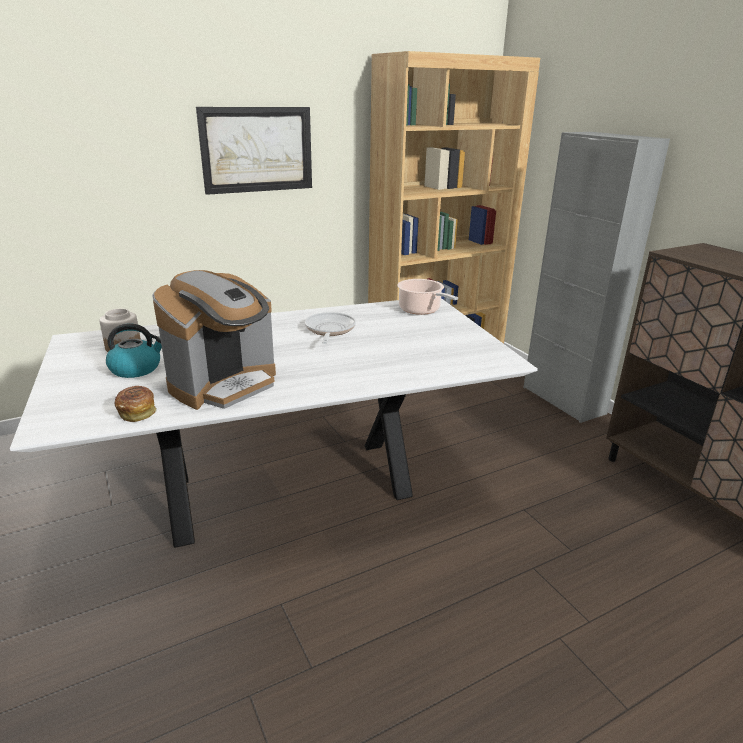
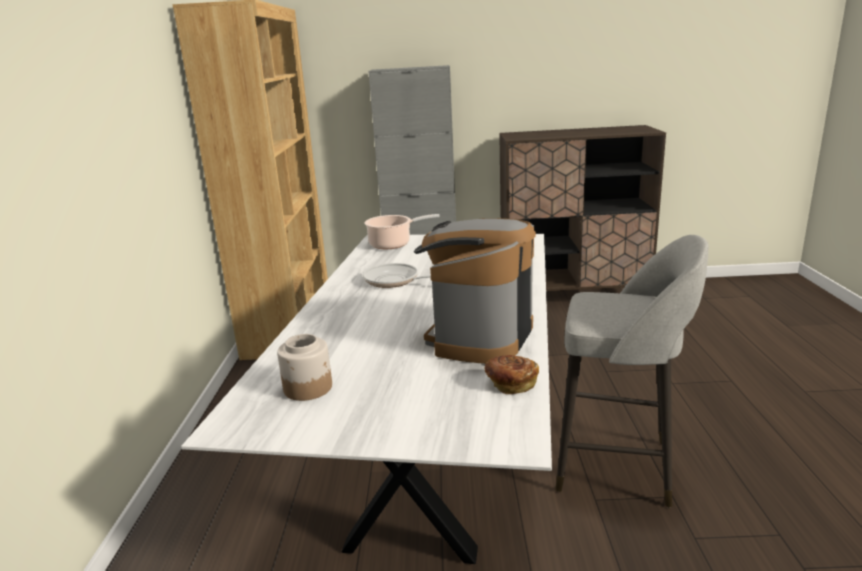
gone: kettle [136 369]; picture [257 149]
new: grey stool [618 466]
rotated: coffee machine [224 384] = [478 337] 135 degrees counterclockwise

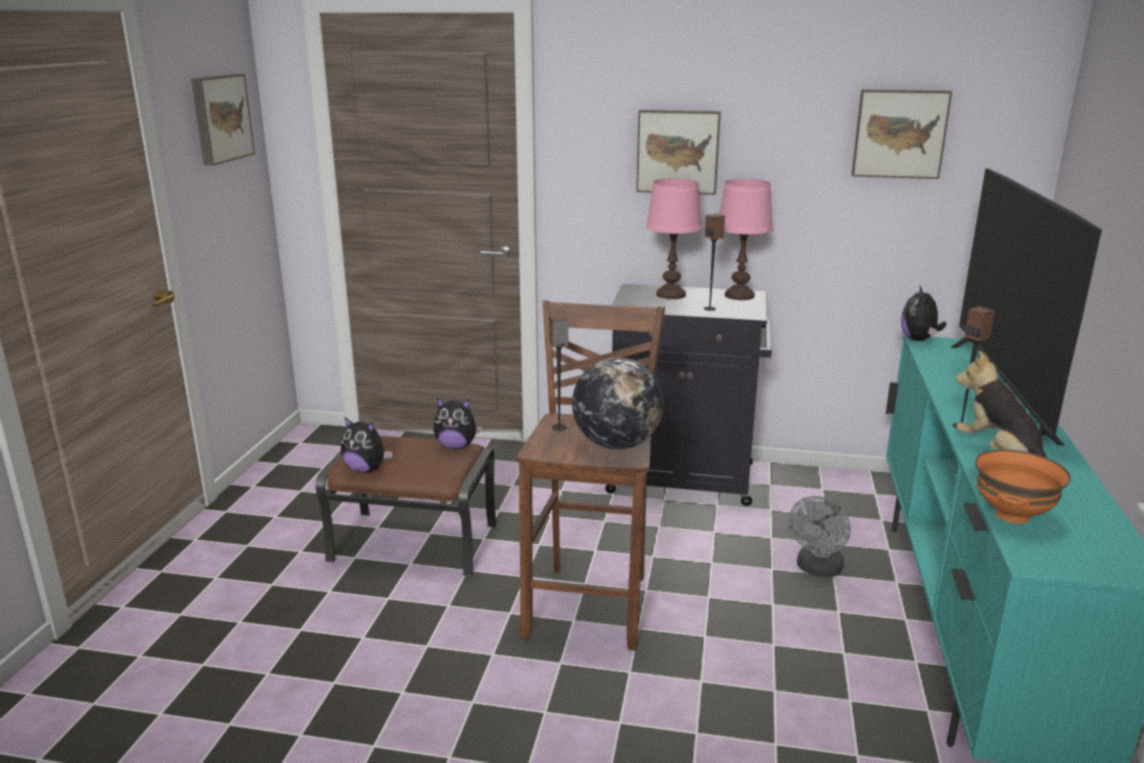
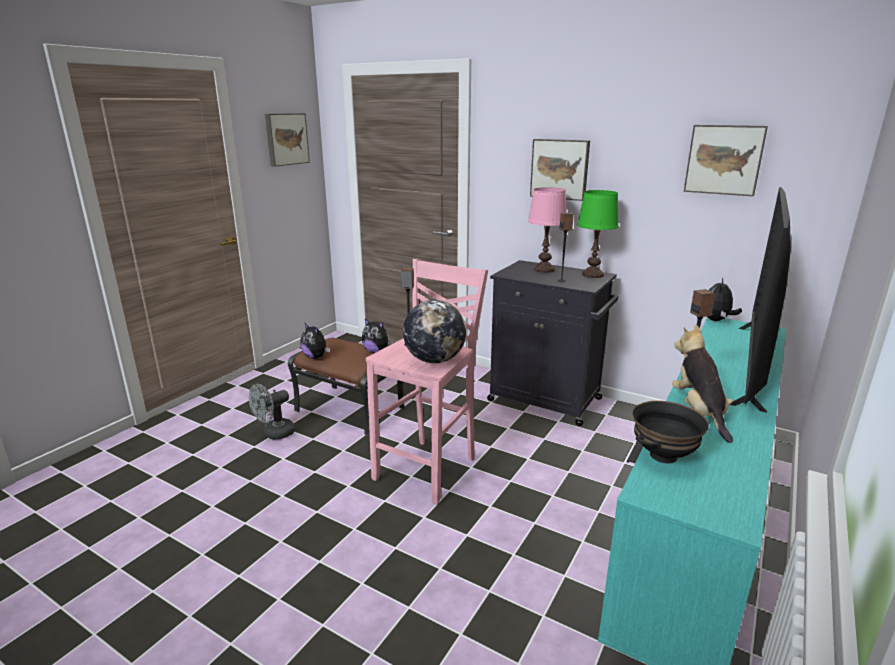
shifted: grey fan [817 569] to [274 434]
repainted: brown stool [591 605] to pink stool [429 469]; pink table lamp [739 296] to green table lamp [592 275]; orange bowl [1011 515] to black bowl [663 455]

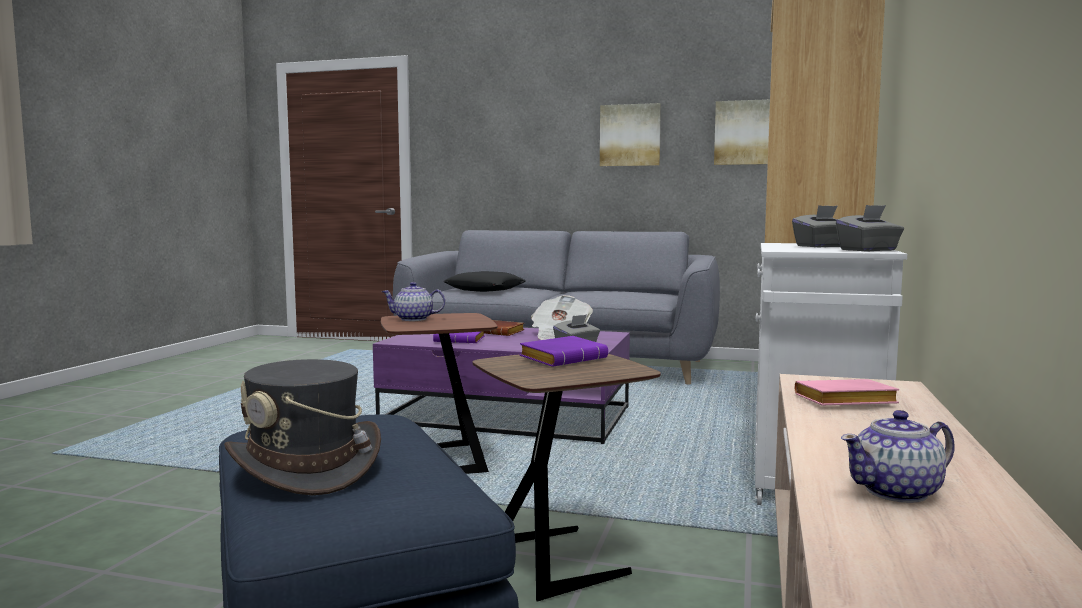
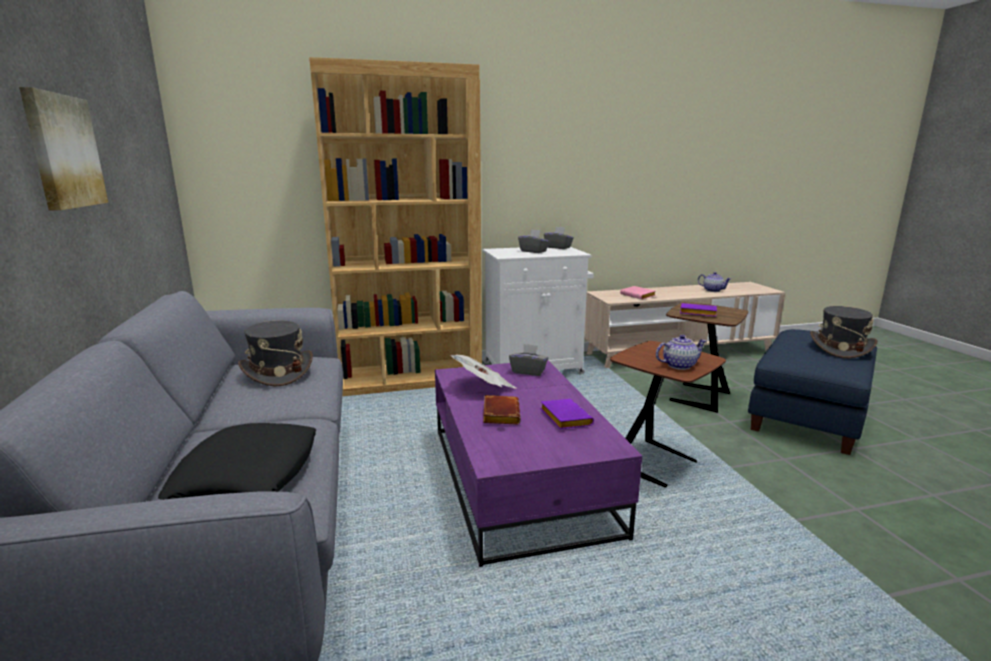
gone: picture [747 132]
new: grey hat [277 372]
rotated: teapot [414 319] = [678 365] 75 degrees counterclockwise

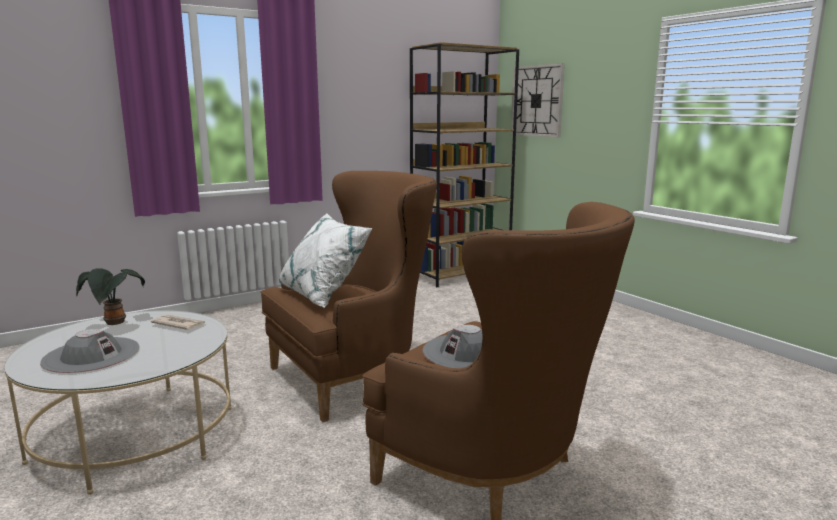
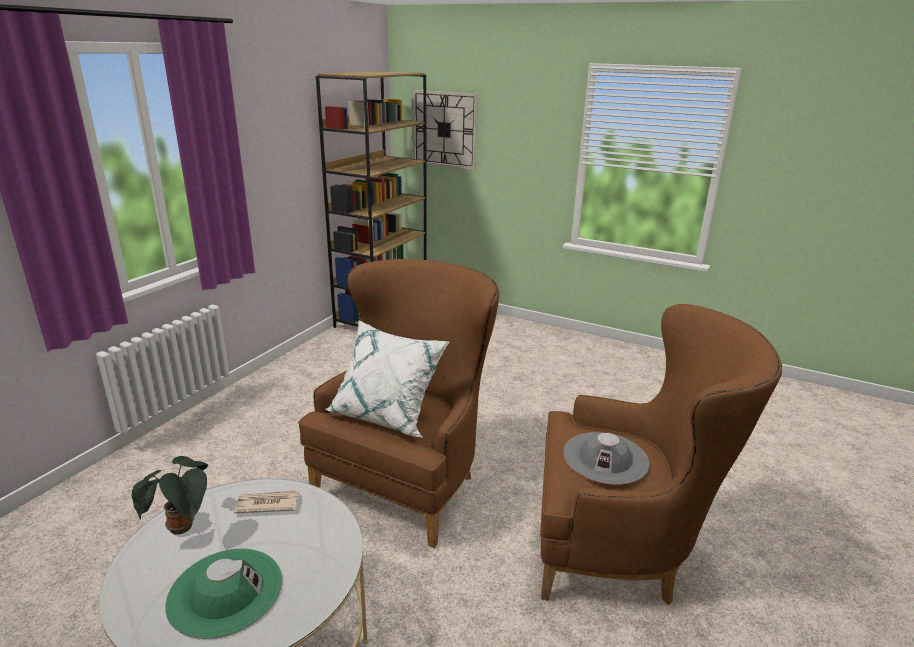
repainted: grey hat [91 355] to green hat [225 591]

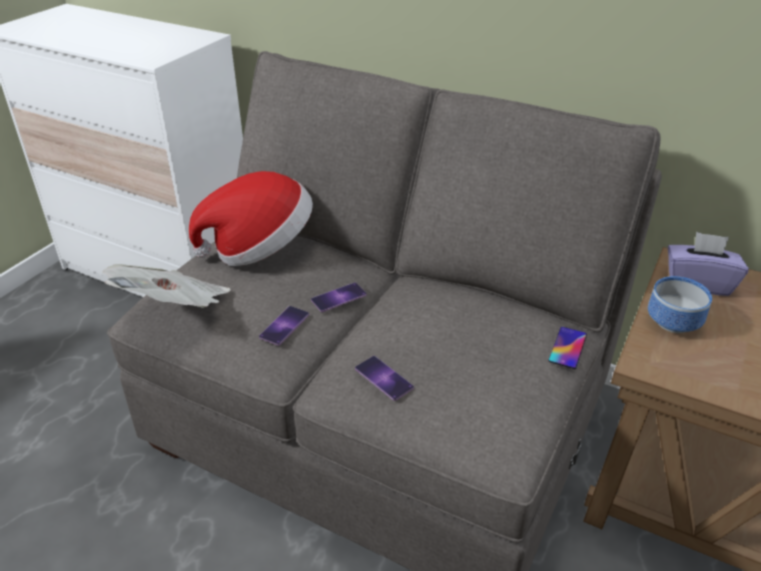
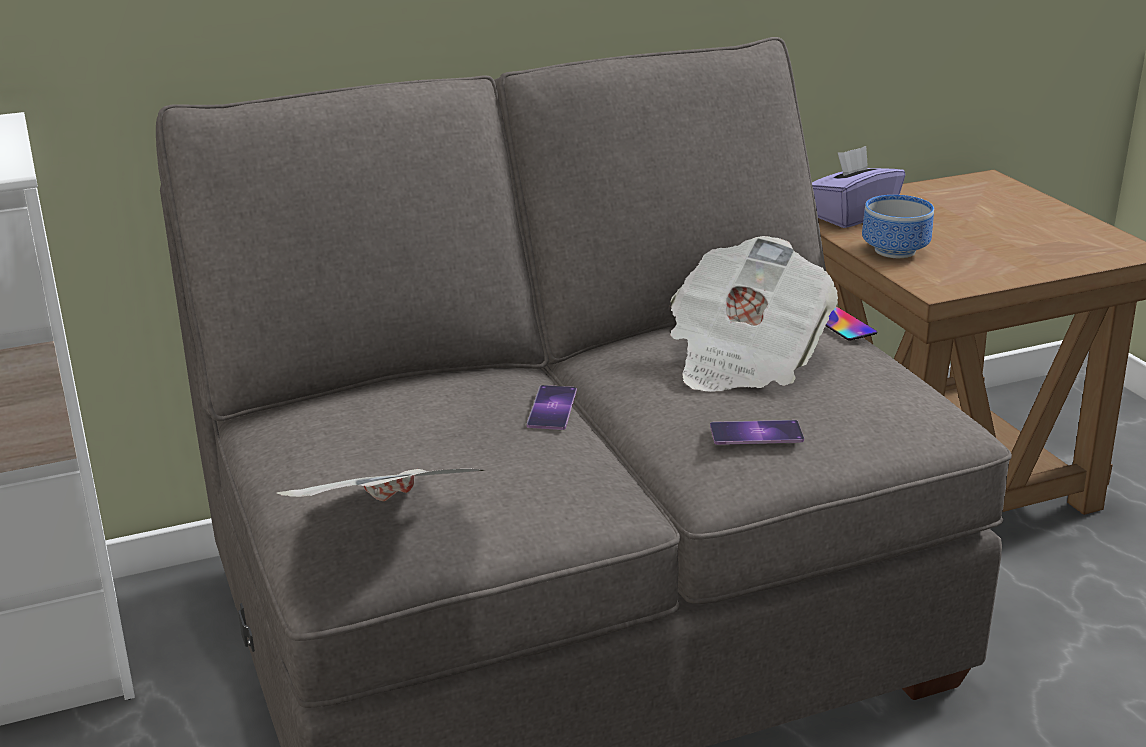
gone: hat [260 248]; phone [284 325]
new: newspaper [744 358]

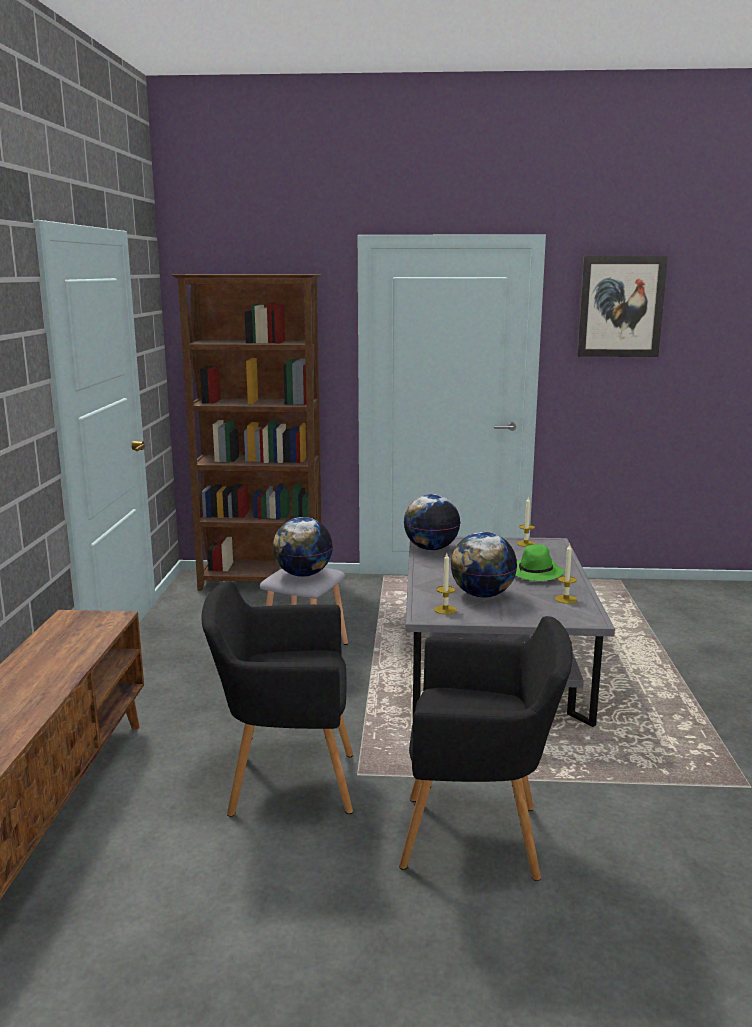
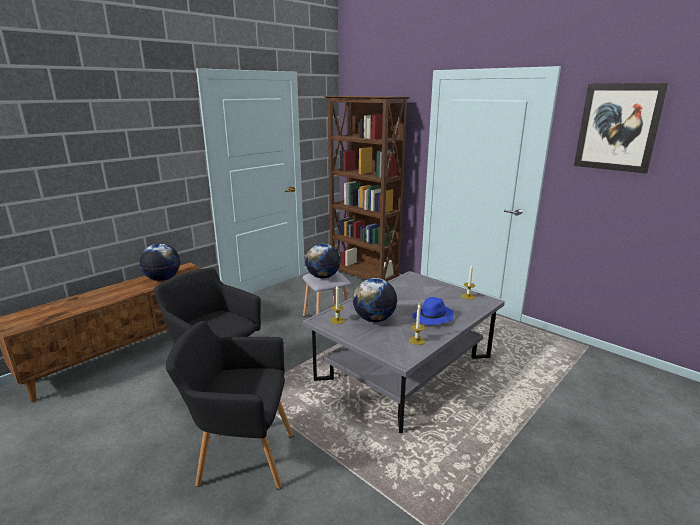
shifted: globe [431 548] to [163 279]
repainted: green hat [536 574] to blue hat [432 318]
rotated: black armchair [479 837] = [241 457] 135 degrees clockwise

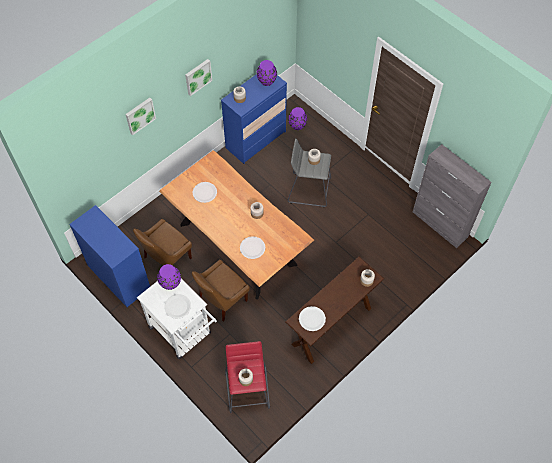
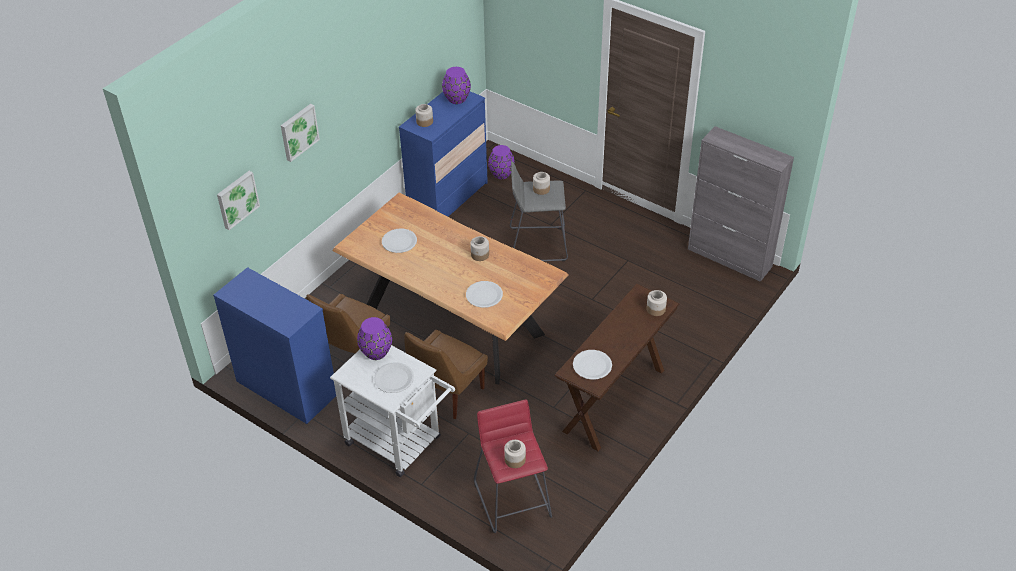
shifted: picture [197 76] to [237 199]

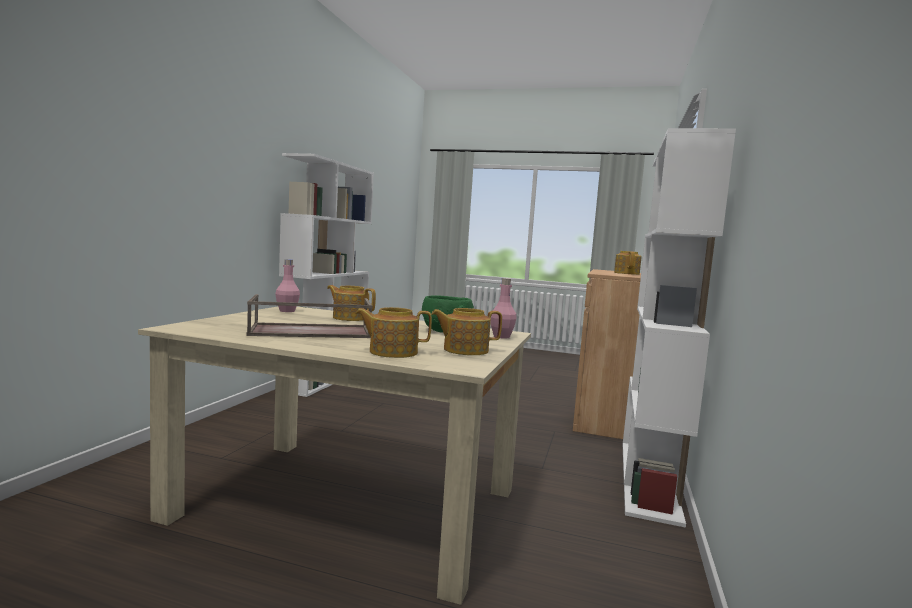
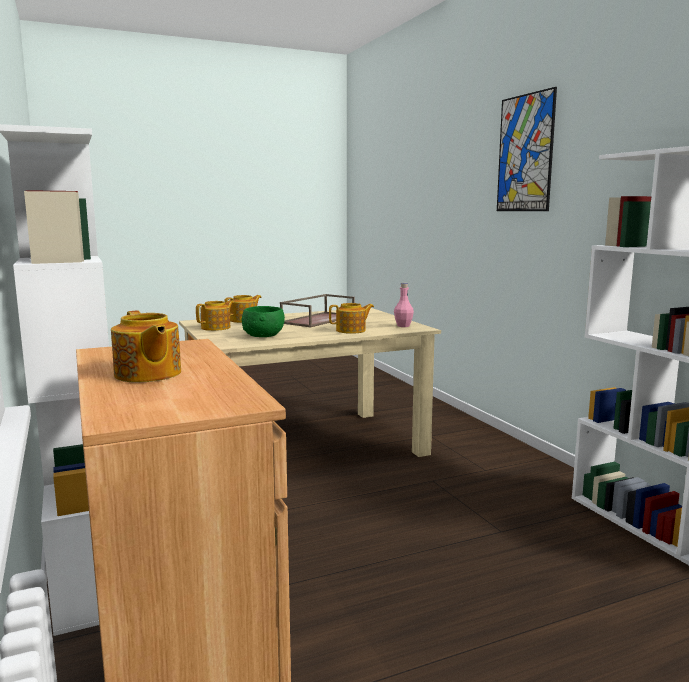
gone: pink bottle [501 336]
new: picture [525 153]

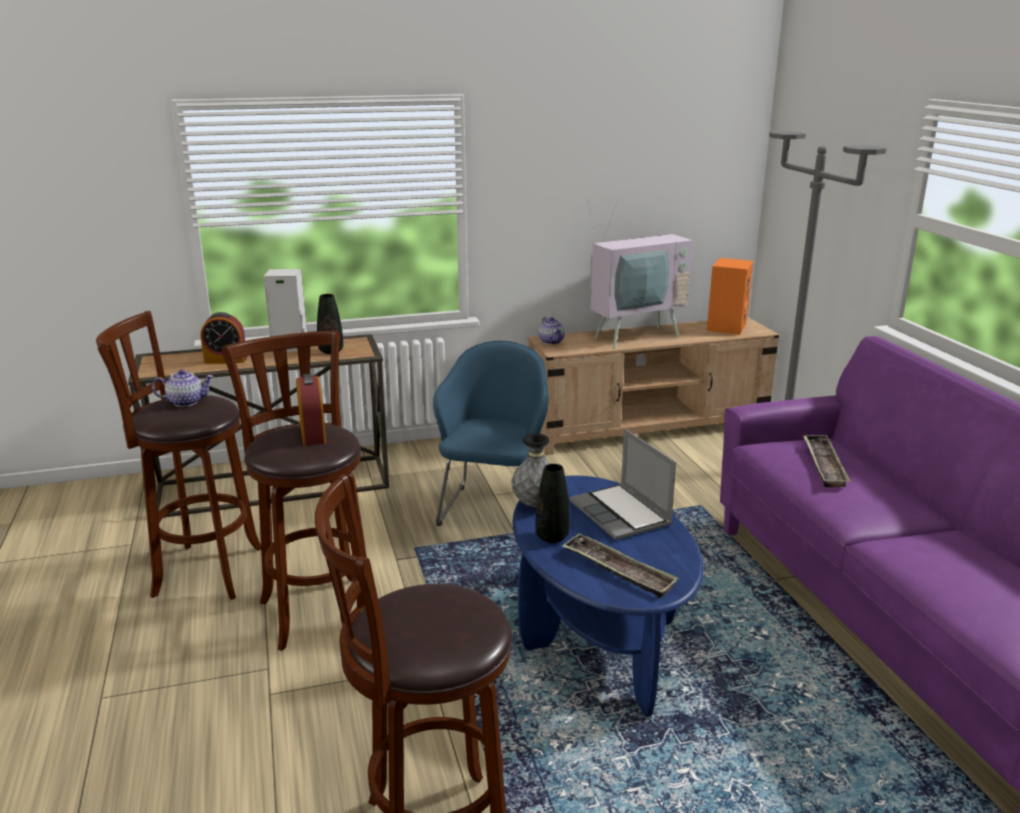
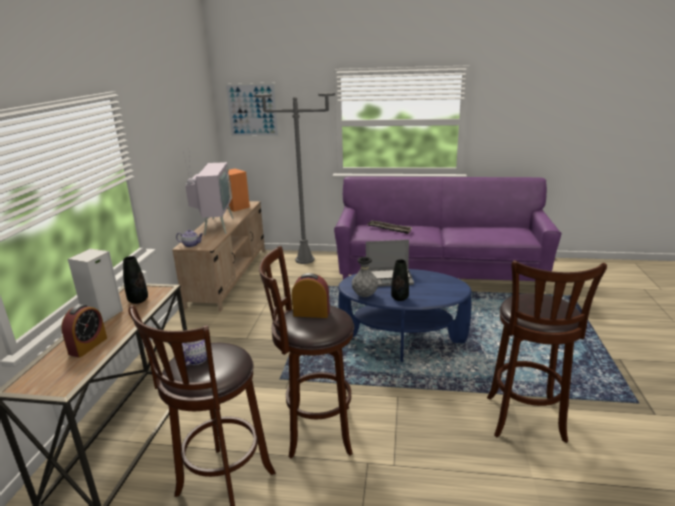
gone: blue armchair [493 506]; tray [618 570]
new: picture [252 110]

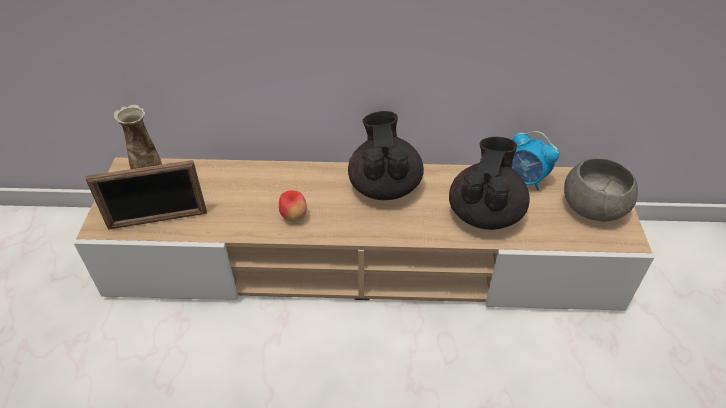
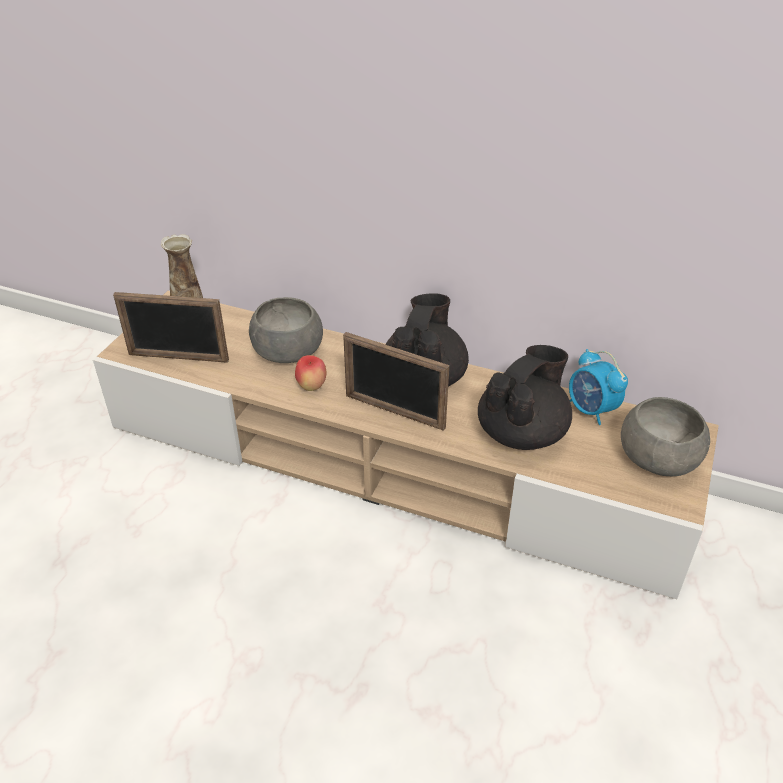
new: grey bowl [287 351]; picture frame [394 412]

